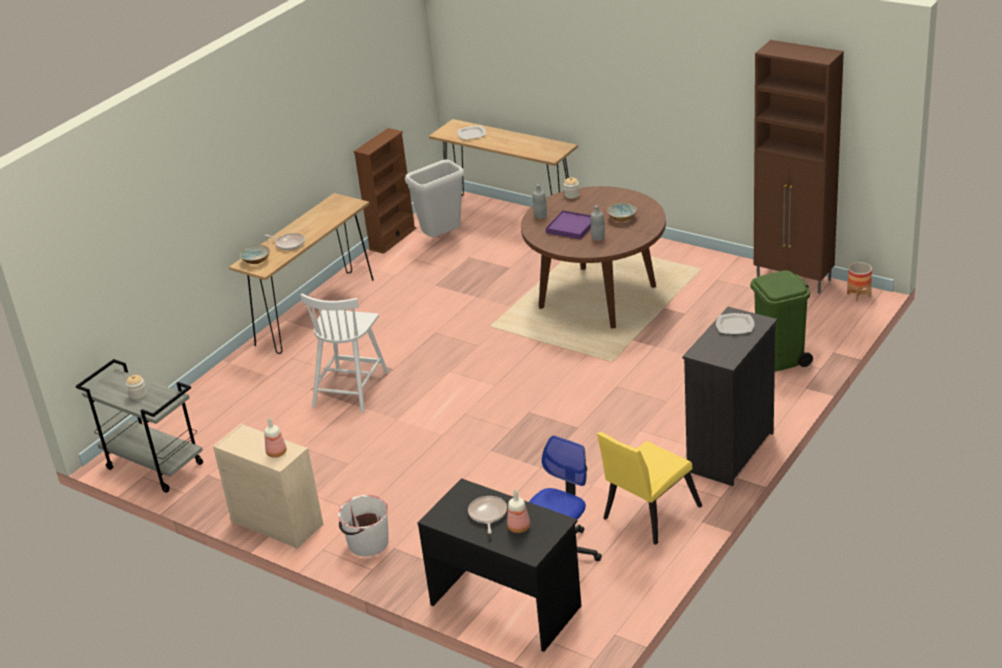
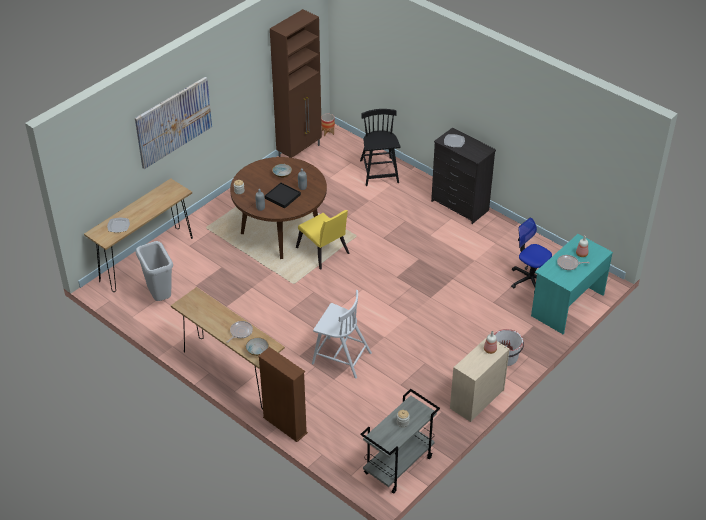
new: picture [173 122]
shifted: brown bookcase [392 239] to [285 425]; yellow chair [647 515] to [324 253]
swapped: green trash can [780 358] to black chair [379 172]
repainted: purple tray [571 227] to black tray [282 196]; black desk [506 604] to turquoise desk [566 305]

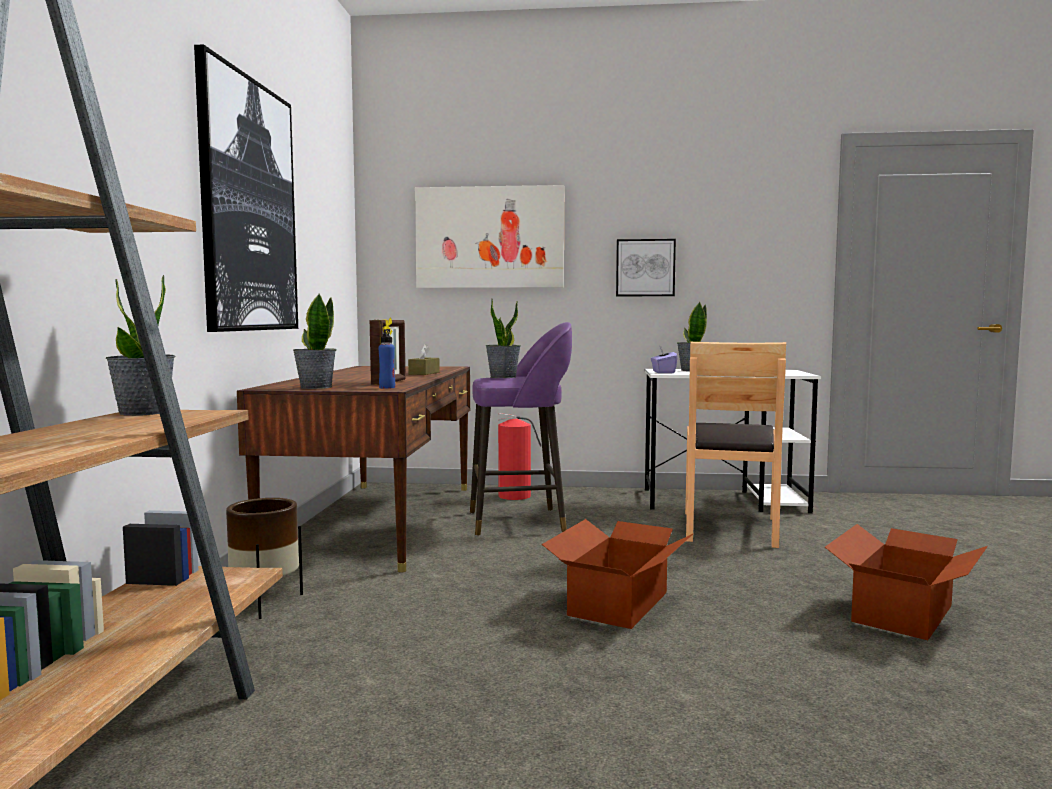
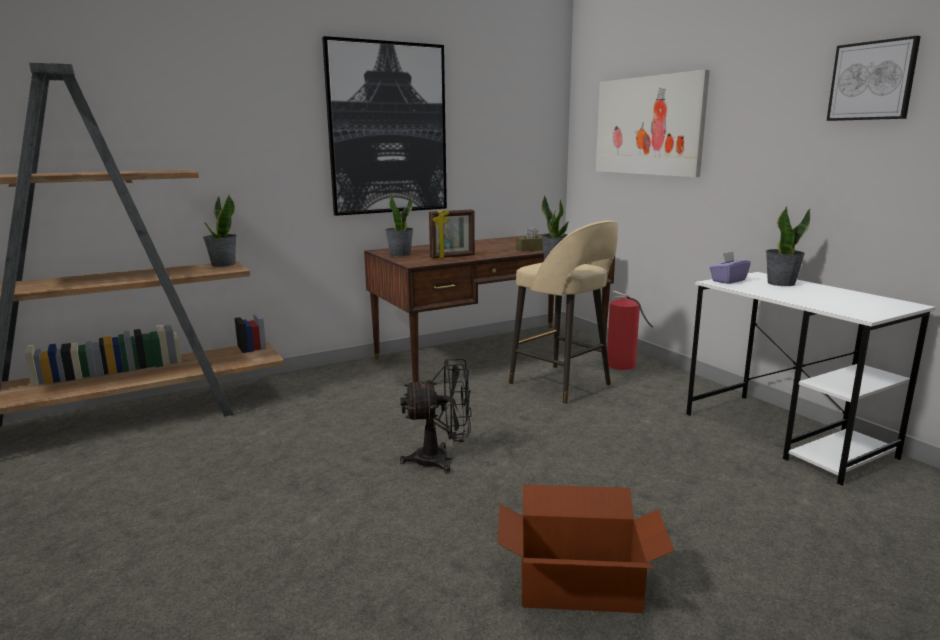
gone: brown planter [265 603]; blue bottle [387 387]; brown chair [730 528]
shifted: picture [645 268] to [872 81]
swapped: cardboard box [617 604] to black fan [441 460]
repainted: purple stool [520 522] to beige stool [562 385]

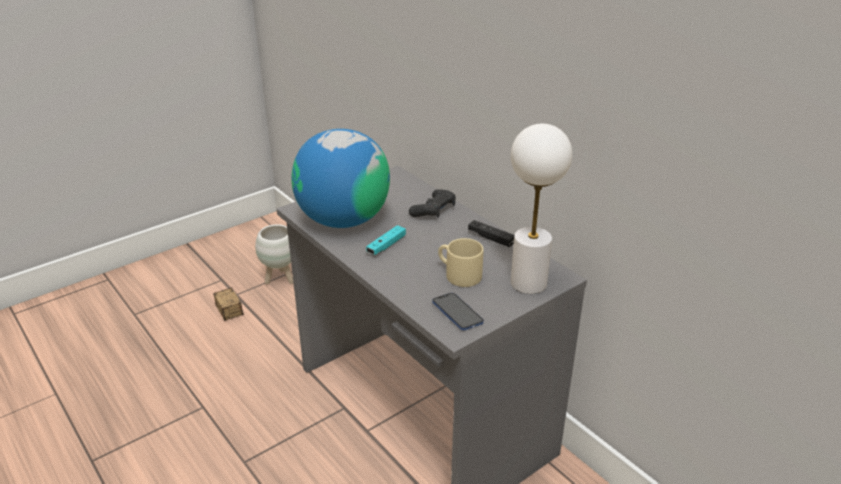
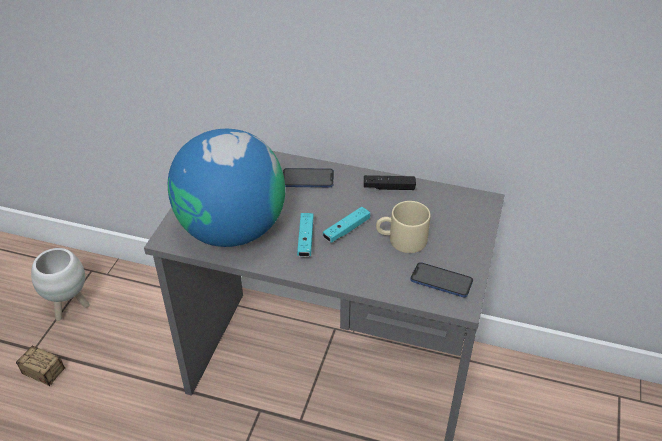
gone: white table lamp [528 283]
new: turquoise game controller [346 230]
swapped: black game controller [434 210] to phone [308 179]

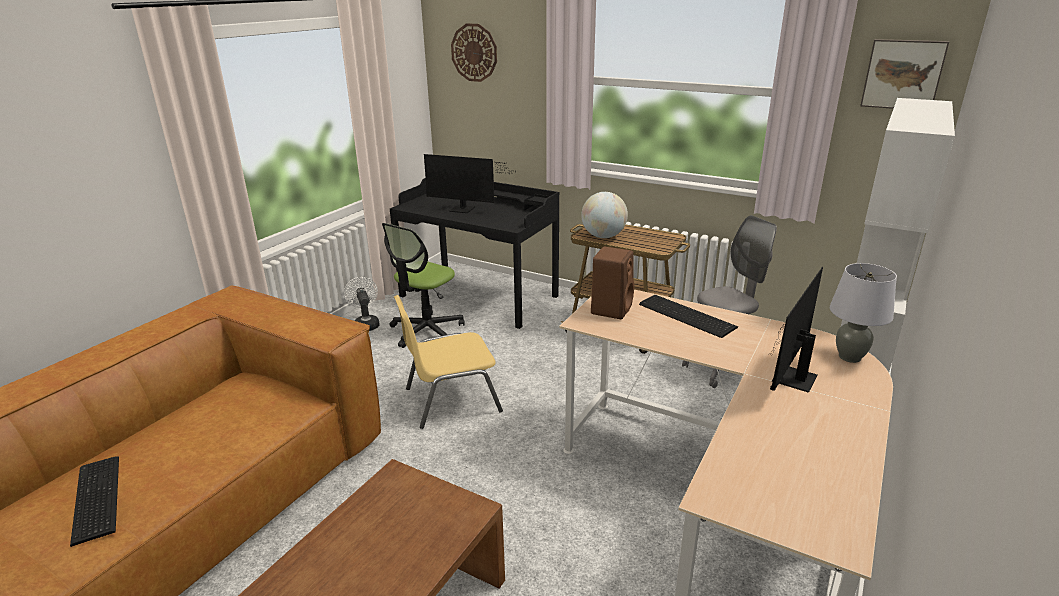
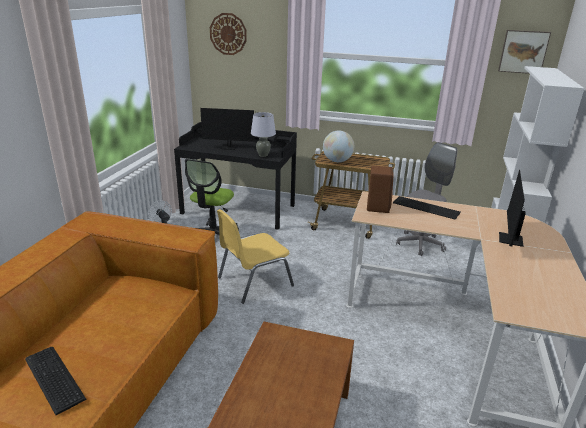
shifted: grey table lamp [849 357] to [263 155]

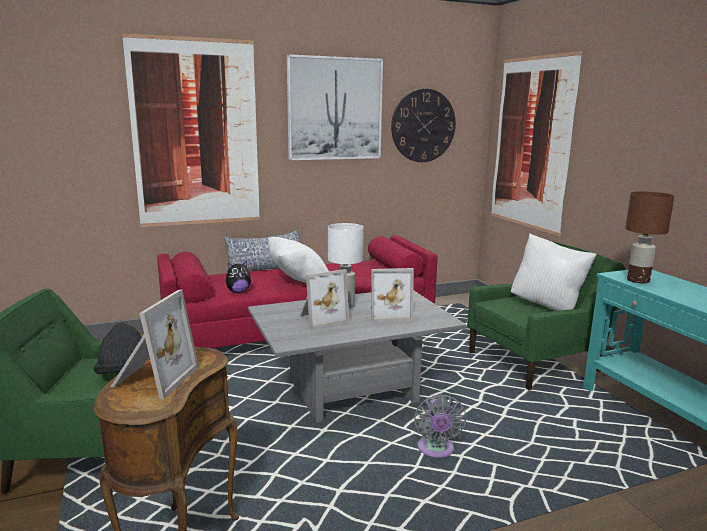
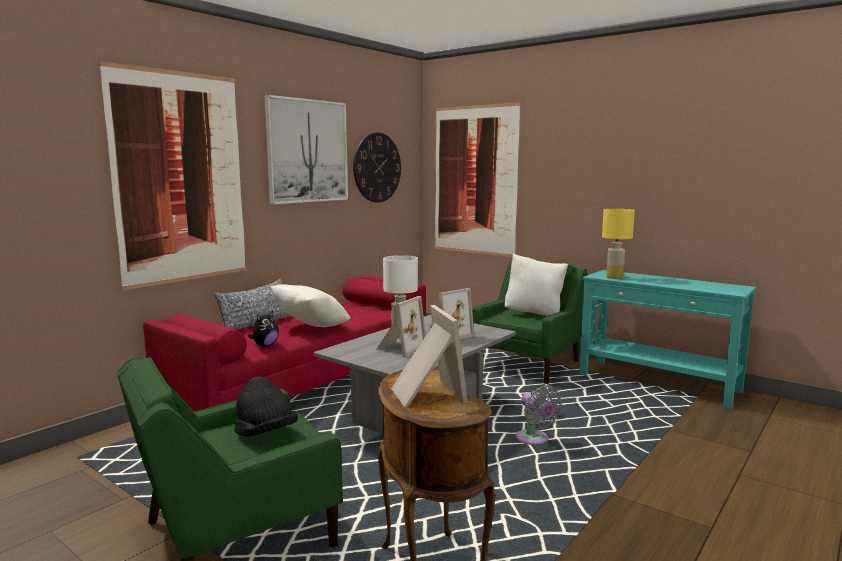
repainted: brown table lamp [638 280] to yellow table lamp [615 277]

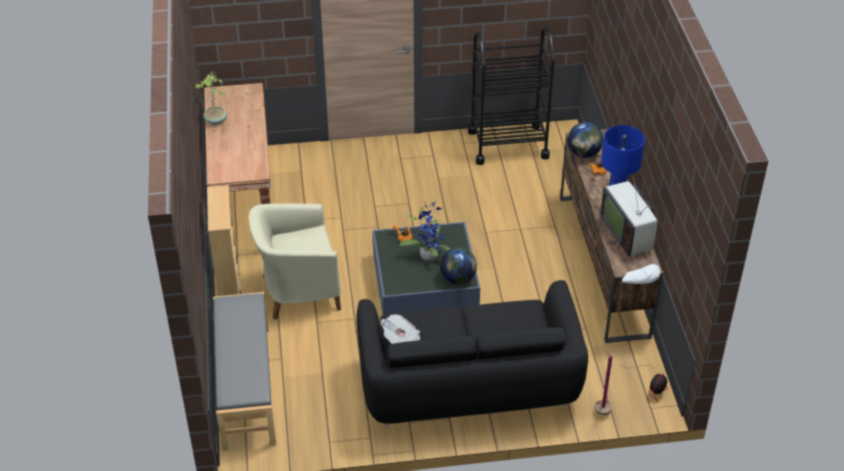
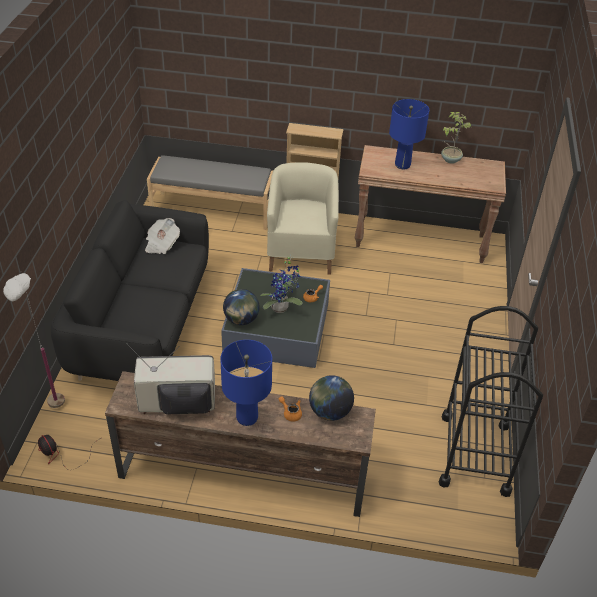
new: blue table lamp [402 165]

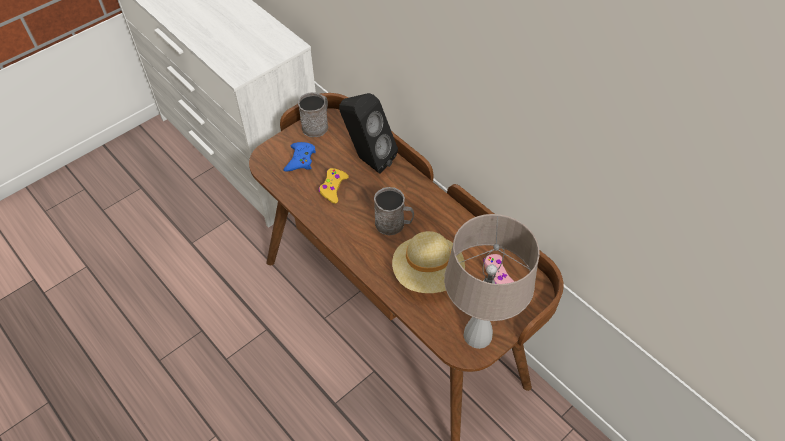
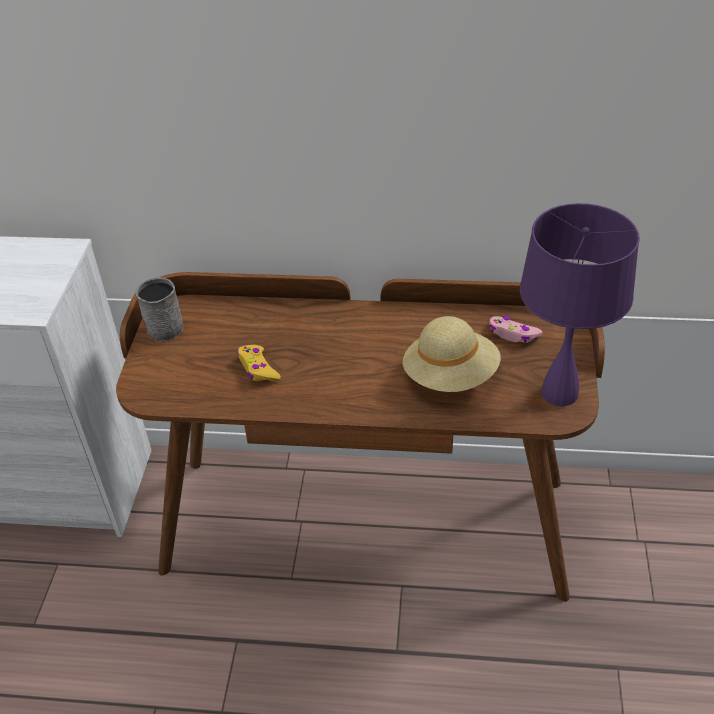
gone: blue game controller [300 160]; black speaker [367 159]; grey mug [394 224]
repainted: beige table lamp [477 335] to purple table lamp [559 393]

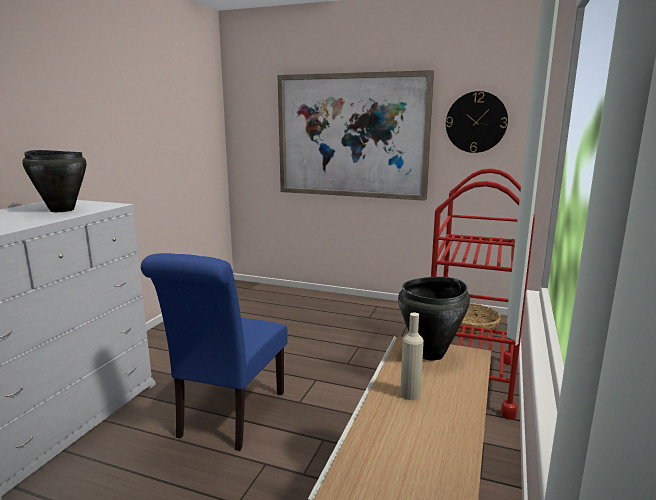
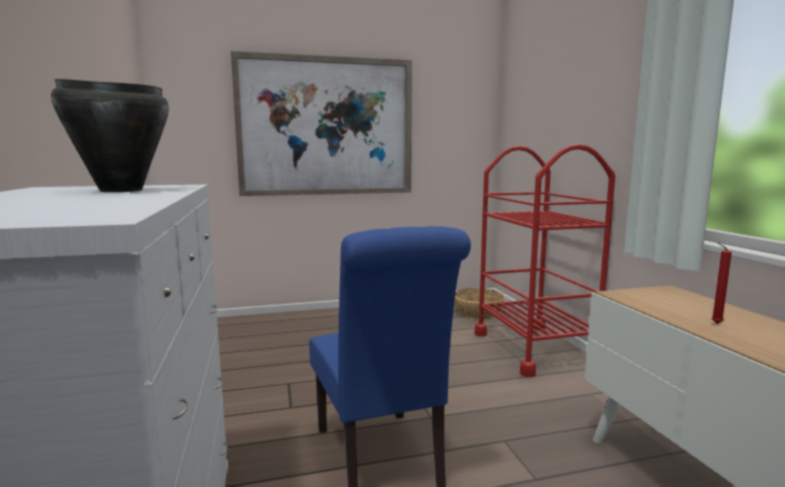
gone: black cooking pot [431 354]; wall clock [476 122]
swapped: beige bottle [410 394] to red candle [714 323]

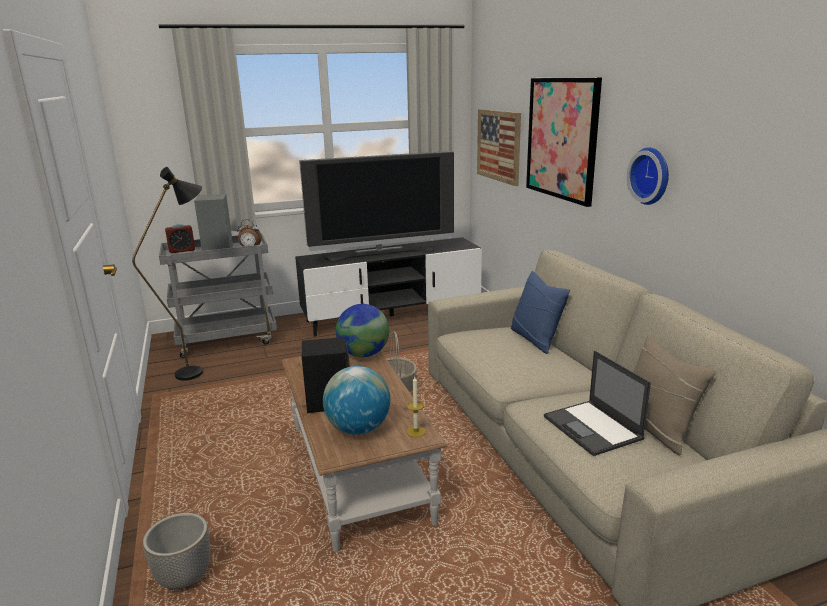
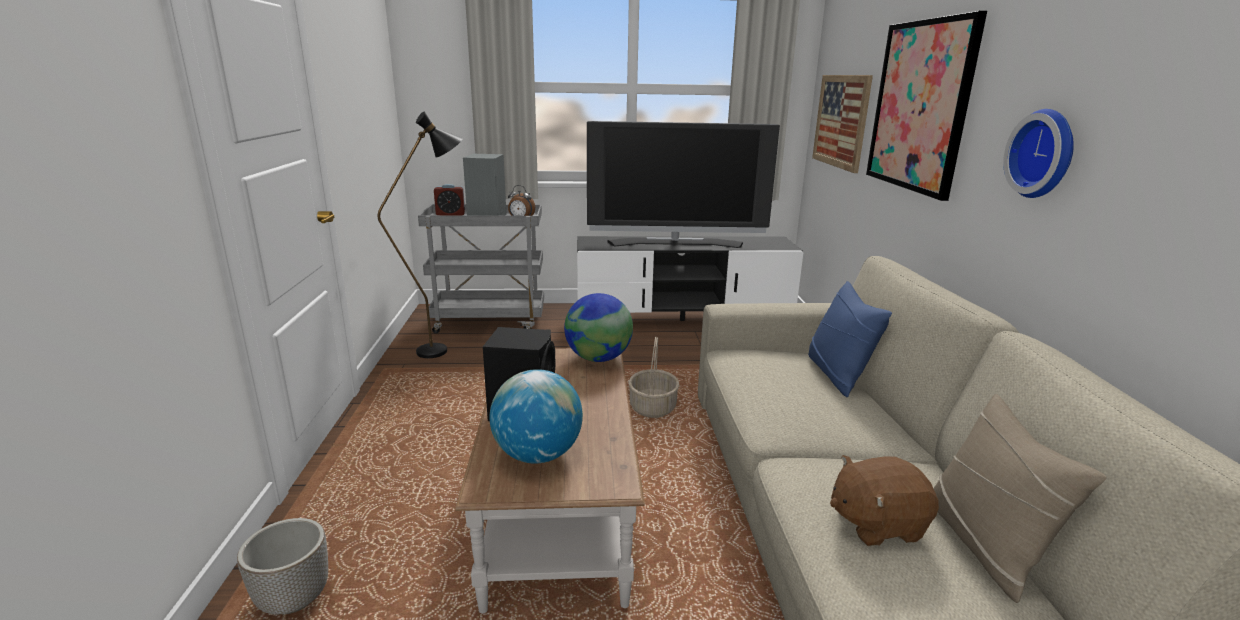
gone: candle [416 431]
swapped: laptop [593 428] to brown plush toy [876 523]

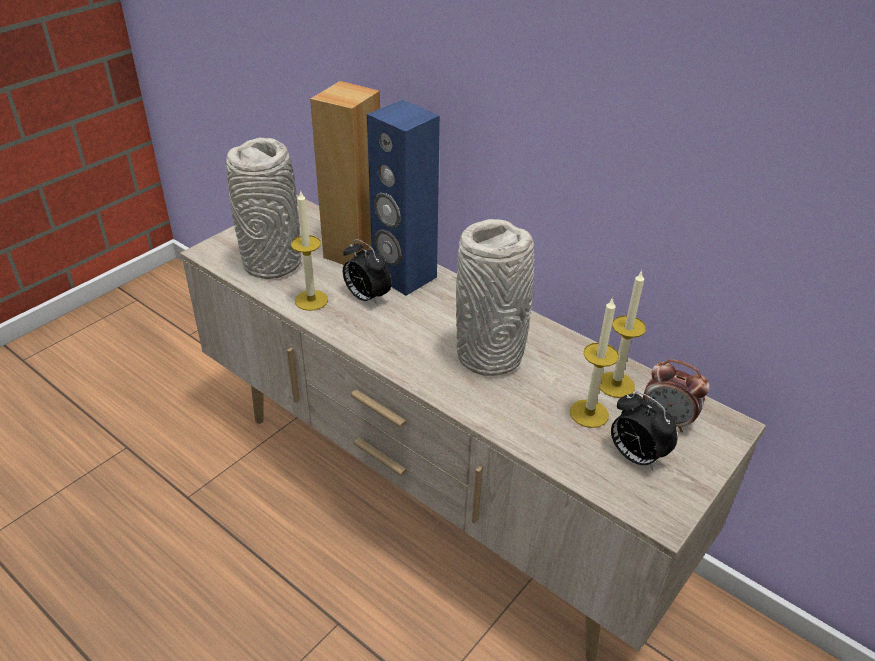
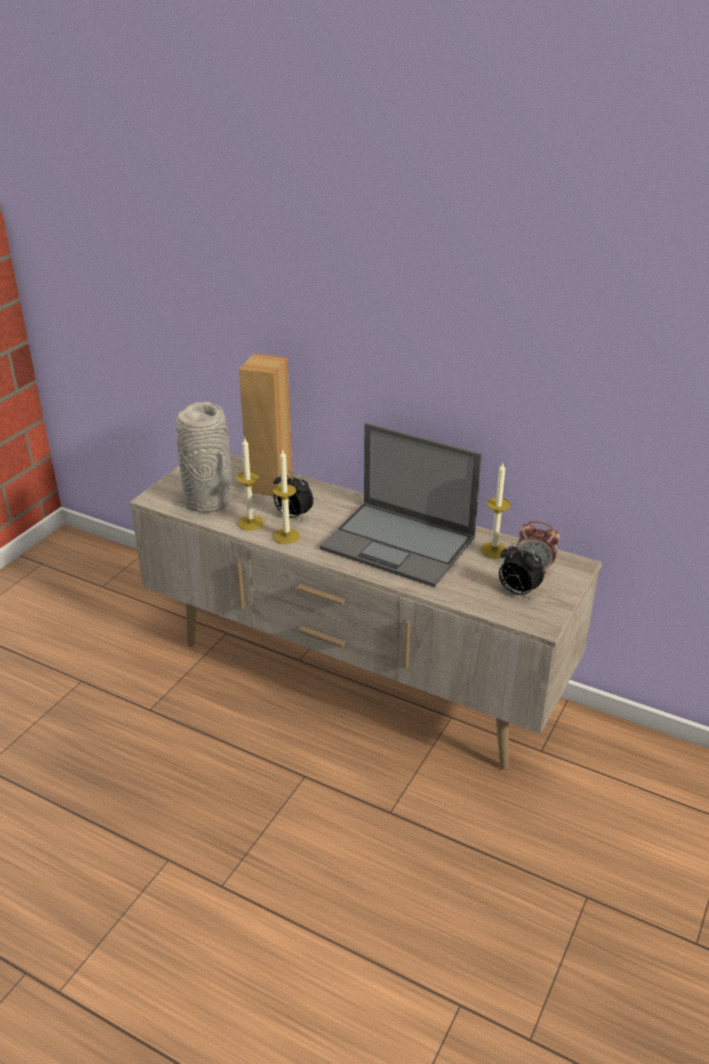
gone: blue speaker [404 276]
shifted: candle [589 413] to [286 536]
swapped: grey vase [491 356] to laptop [400 543]

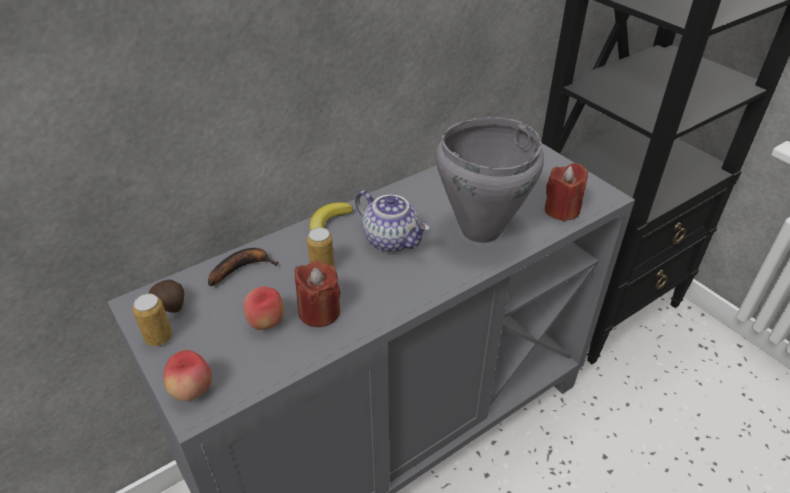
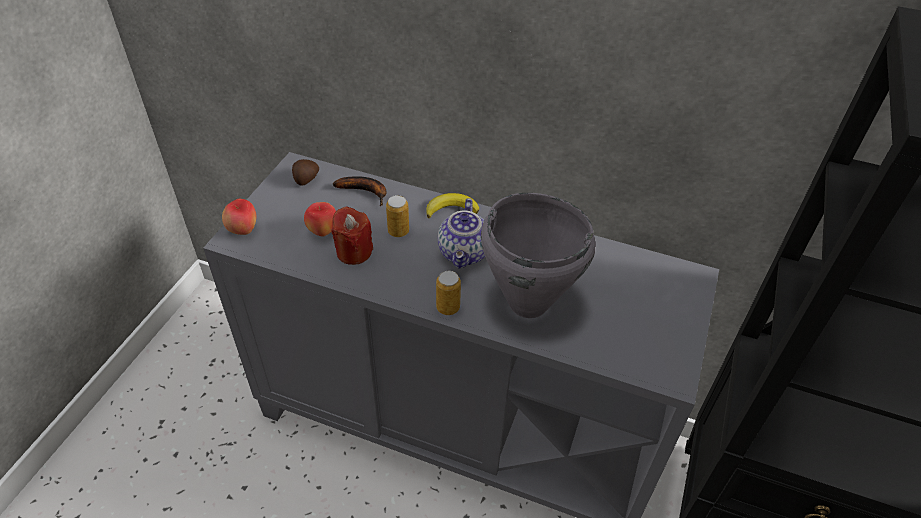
gone: red candle [561 210]
shifted: can [159 337] to [448 307]

